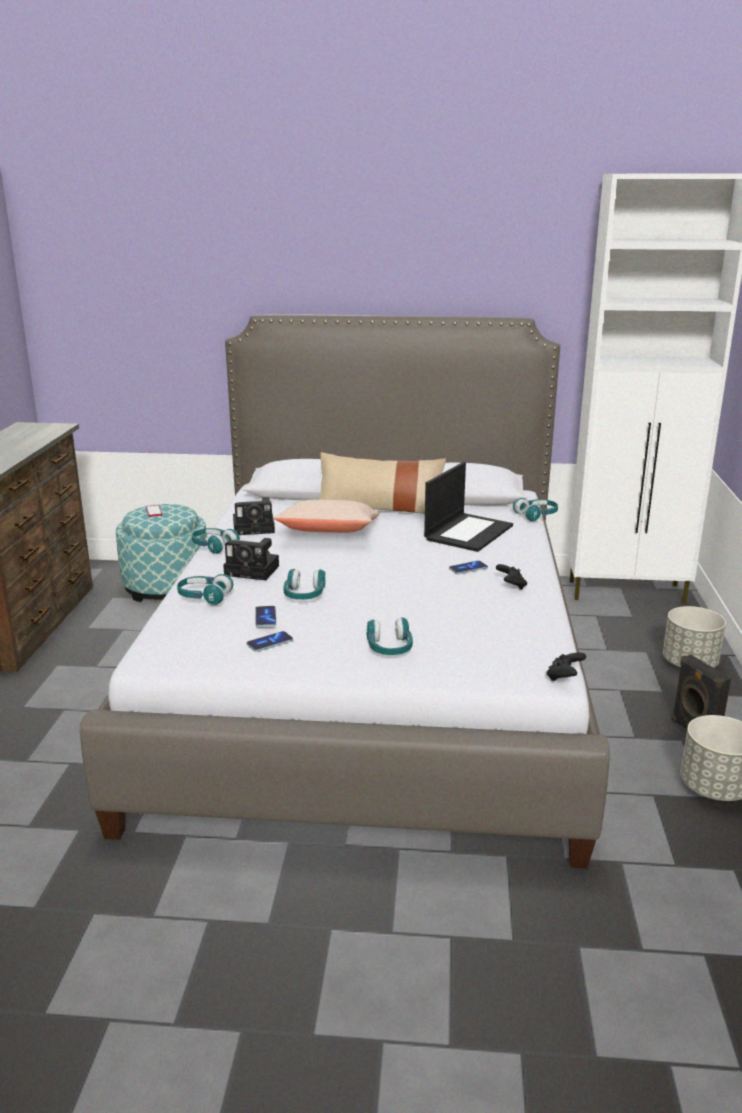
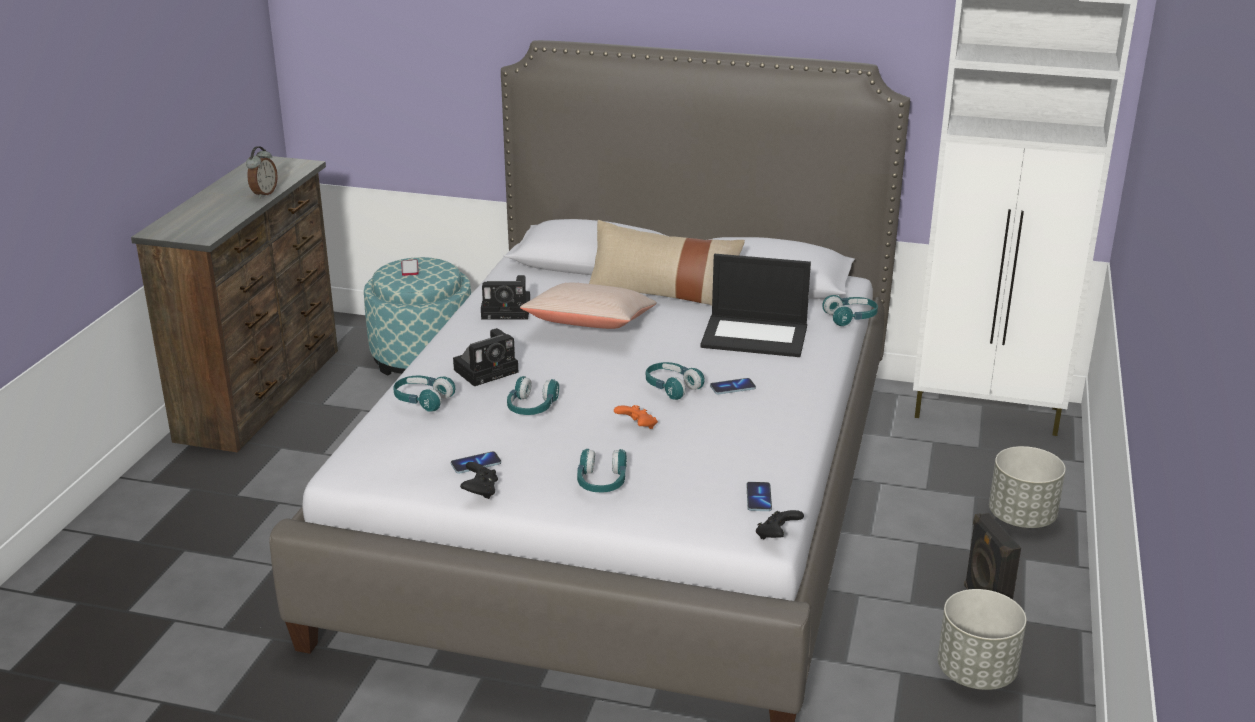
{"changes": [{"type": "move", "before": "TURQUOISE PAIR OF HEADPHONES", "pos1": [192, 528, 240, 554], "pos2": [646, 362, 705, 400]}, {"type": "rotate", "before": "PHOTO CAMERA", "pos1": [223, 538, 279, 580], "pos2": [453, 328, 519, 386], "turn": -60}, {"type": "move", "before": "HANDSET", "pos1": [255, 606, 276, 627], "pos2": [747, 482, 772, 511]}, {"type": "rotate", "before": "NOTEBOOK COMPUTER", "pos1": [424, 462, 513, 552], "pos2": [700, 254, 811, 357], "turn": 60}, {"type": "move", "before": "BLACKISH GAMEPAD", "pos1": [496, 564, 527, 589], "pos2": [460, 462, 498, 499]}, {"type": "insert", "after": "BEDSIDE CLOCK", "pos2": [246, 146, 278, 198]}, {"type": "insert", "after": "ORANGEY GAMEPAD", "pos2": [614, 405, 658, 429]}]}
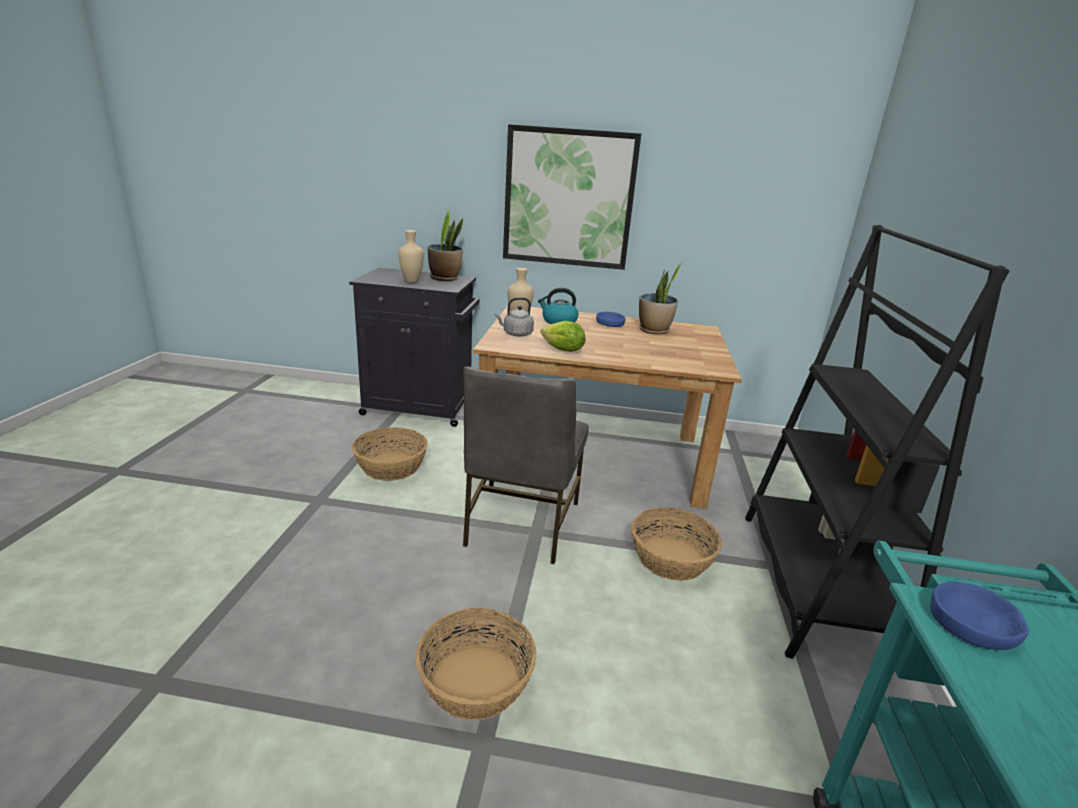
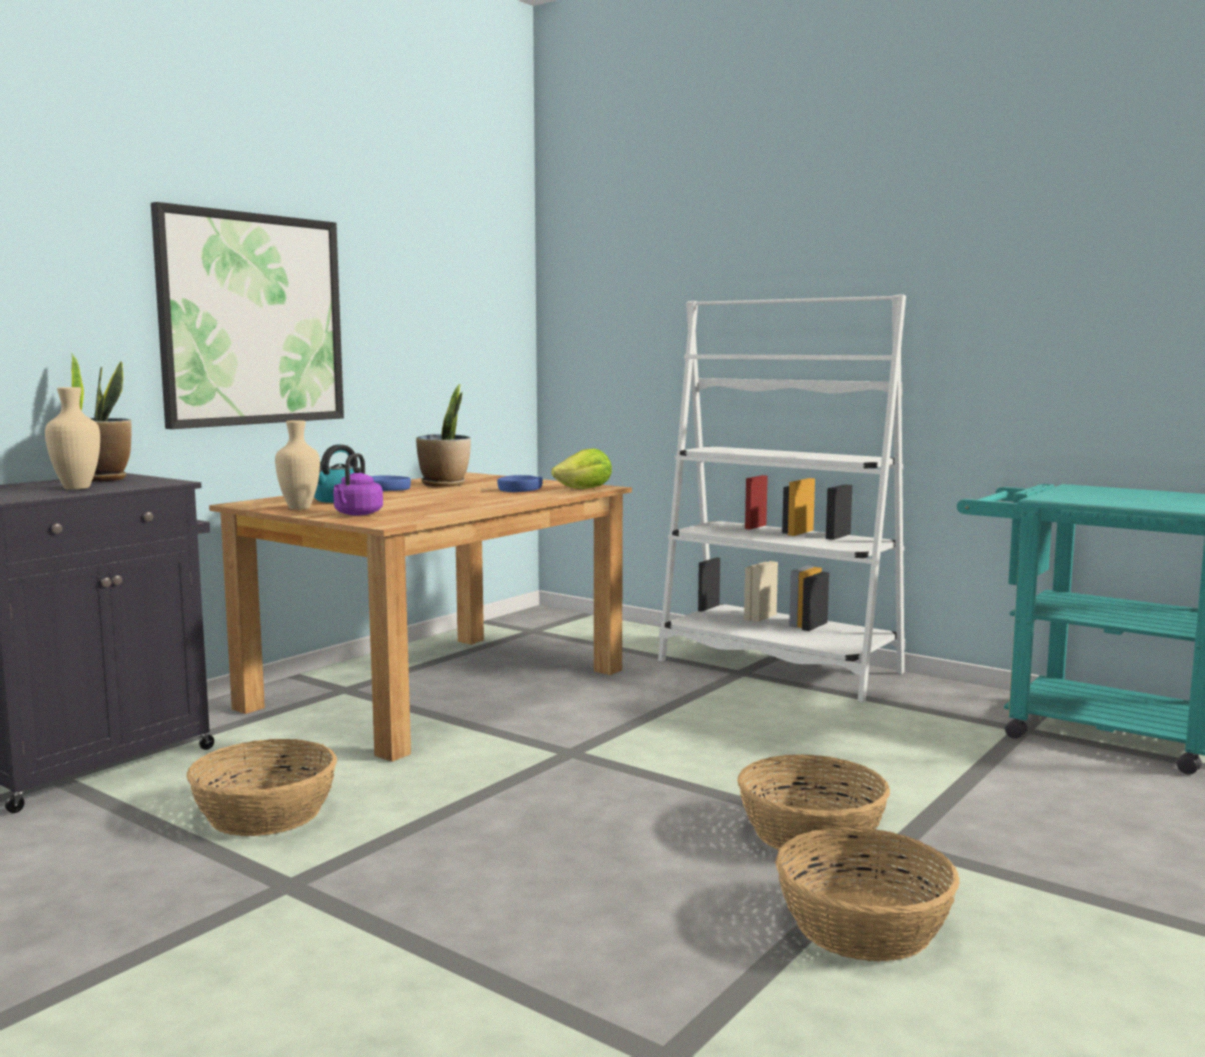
{"changes": [{"type": "delete", "before": "GRAY PLAIN CHAIR", "pos1": [463, 366, 589, 564]}, {"type": "recolor", "before": "GRAY WATER KETTLE", "after": "PURPLE-COLOURED WATER KETTLE", "pos1": [495, 297, 534, 336], "pos2": [333, 453, 383, 515]}, {"type": "move", "before": "LETTUCE", "pos1": [541, 321, 585, 352], "pos2": [551, 448, 612, 489]}, {"type": "move", "before": "STORAGE BASKET", "pos1": [631, 507, 722, 581], "pos2": [775, 827, 960, 961]}, {"type": "recolor", "before": "BLACKISH BOOKSHELF", "after": "WHITE BOOKSHELF", "pos1": [745, 225, 1009, 659], "pos2": [658, 294, 906, 703]}, {"type": "move", "before": "BLUISH DEEP DISH", "pos1": [930, 582, 1029, 650], "pos2": [497, 475, 543, 492]}]}
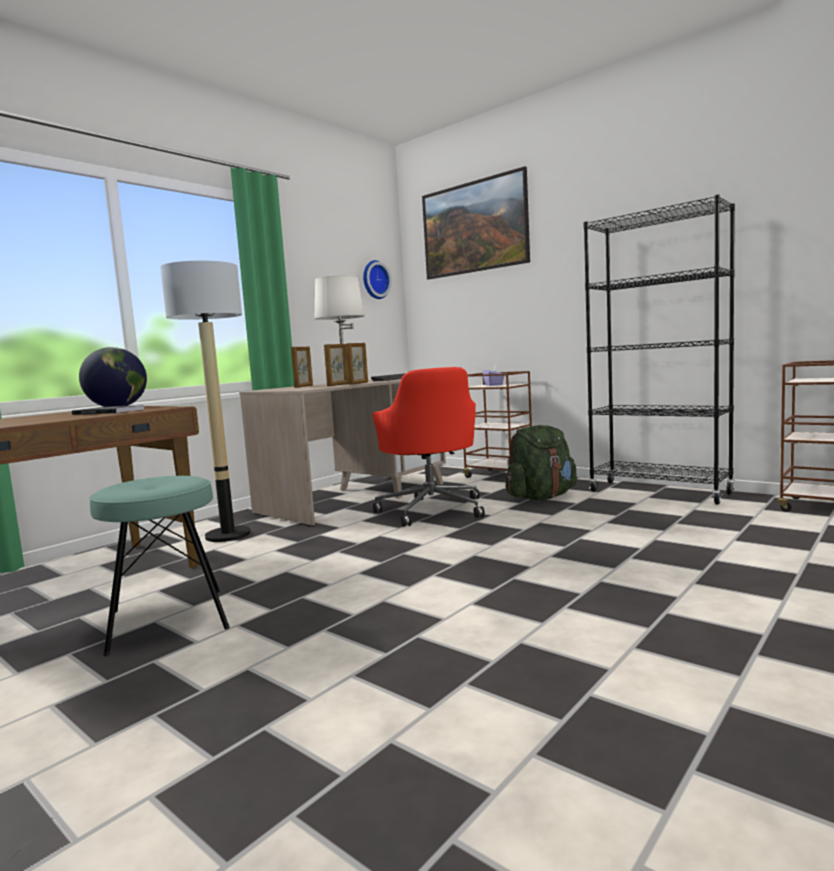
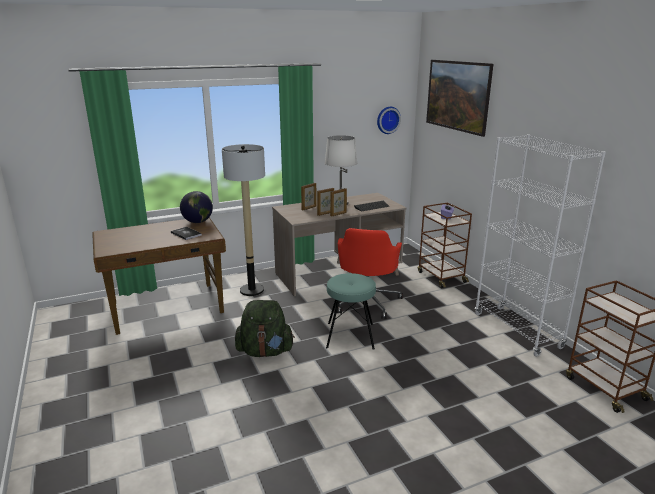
{"changes": [{"type": "move", "before": "TURQUOISE STOOL", "pos1": [89, 476, 230, 656], "pos2": [326, 273, 376, 350]}, {"type": "move", "before": "GREEN BACKPACK", "pos1": [505, 425, 577, 500], "pos2": [235, 300, 295, 357]}, {"type": "recolor", "before": "BLACKISH BOOKSHELF", "after": "WHITE BOOKSHELF", "pos1": [584, 194, 735, 505], "pos2": [475, 134, 606, 357]}]}
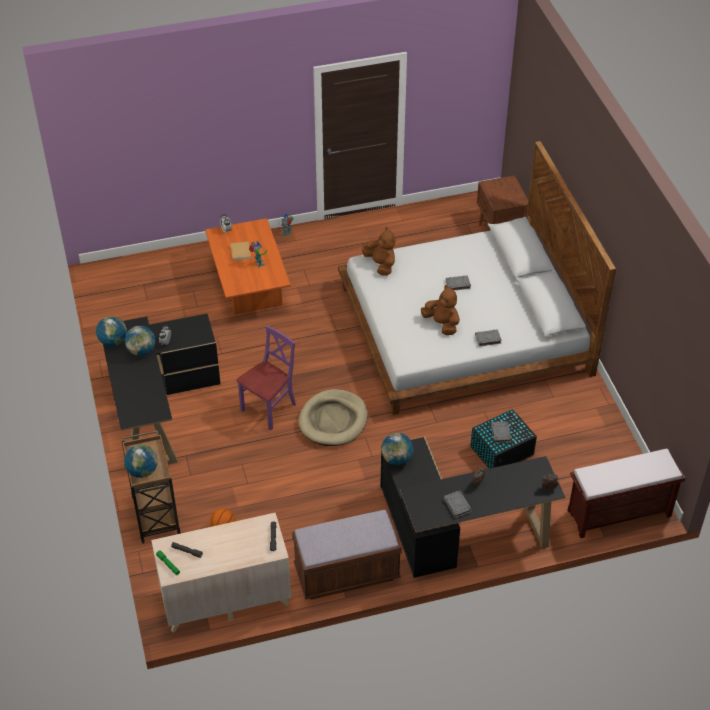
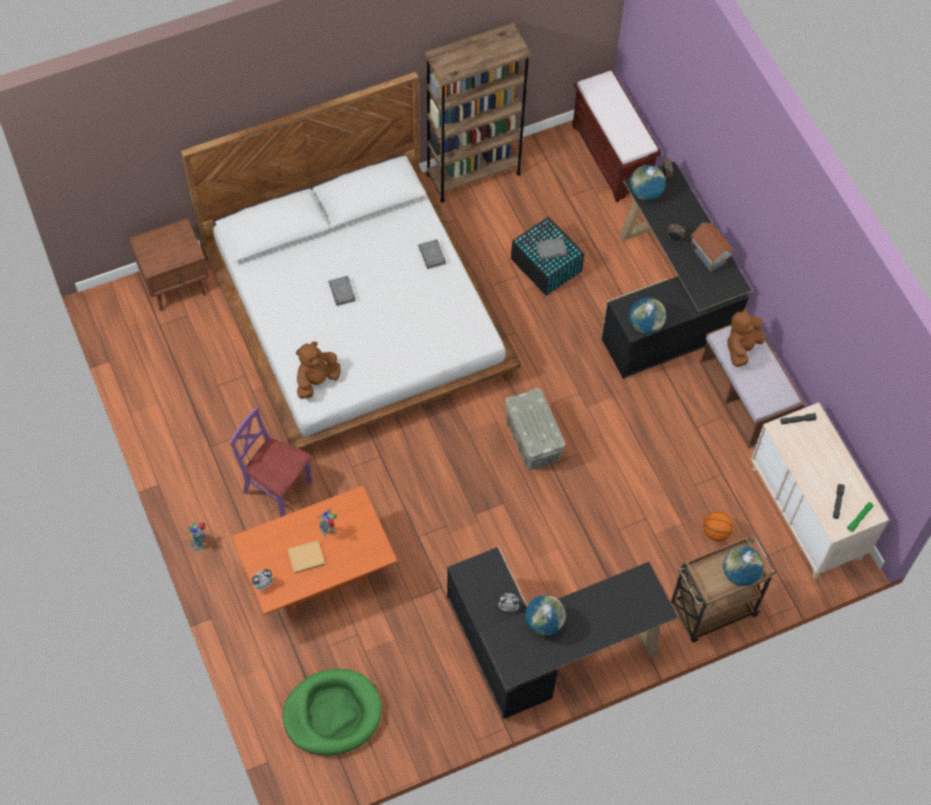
{"changes": [{"type": "move", "before": "GLOBE", "pos1": [96, 316, 127, 346], "pos2": [630, 165, 666, 201]}, {"type": "move", "before": "PURPLE-COLOURED PLAIN CHAIR", "pos1": [236, 326, 296, 431], "pos2": [229, 406, 313, 517]}, {"type": "replace", "before": "BEIGE PET BED", "after": "GRAY STORAGE CONTAINER", "pos1": [299, 389, 367, 446], "pos2": [505, 388, 565, 470]}, {"type": "move", "before": "BROWN-COLOURED PLUSH TOY", "pos1": [421, 285, 460, 335], "pos2": [727, 308, 765, 367]}, {"type": "replace", "before": "GRAY BOOK", "after": "MODEL HOUSE", "pos1": [443, 490, 472, 518], "pos2": [691, 222, 734, 273]}, {"type": "insert", "after": "GREEN PET BED", "pos2": [283, 669, 382, 755]}, {"type": "insert", "after": "BROWN-COLOURED BOOKSHELF", "pos2": [424, 22, 532, 203]}]}
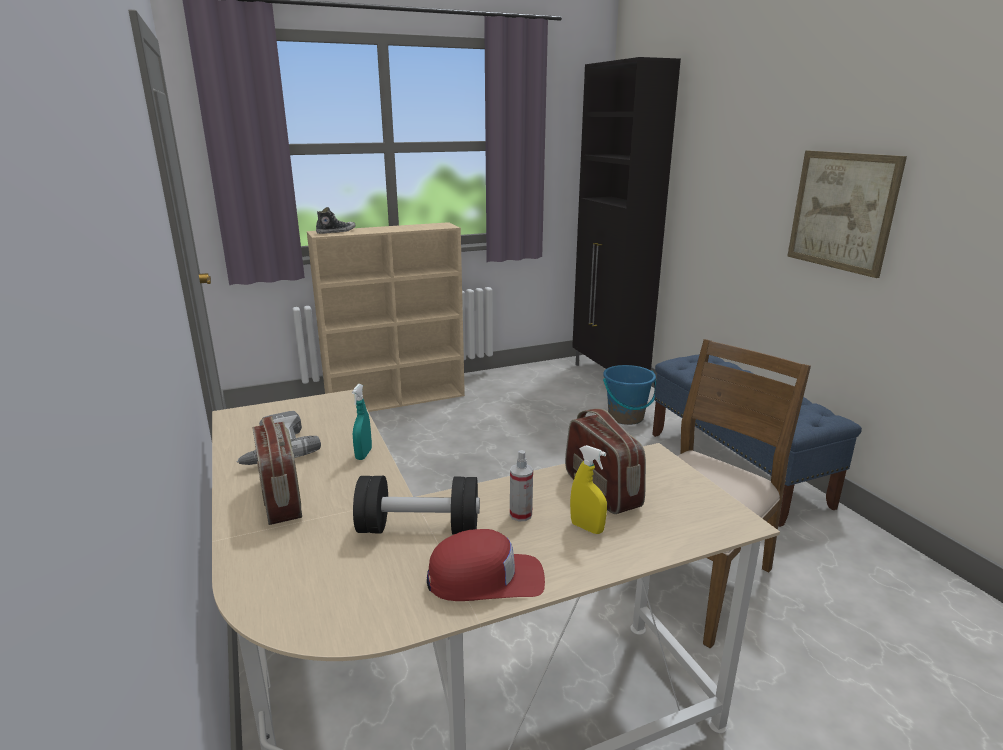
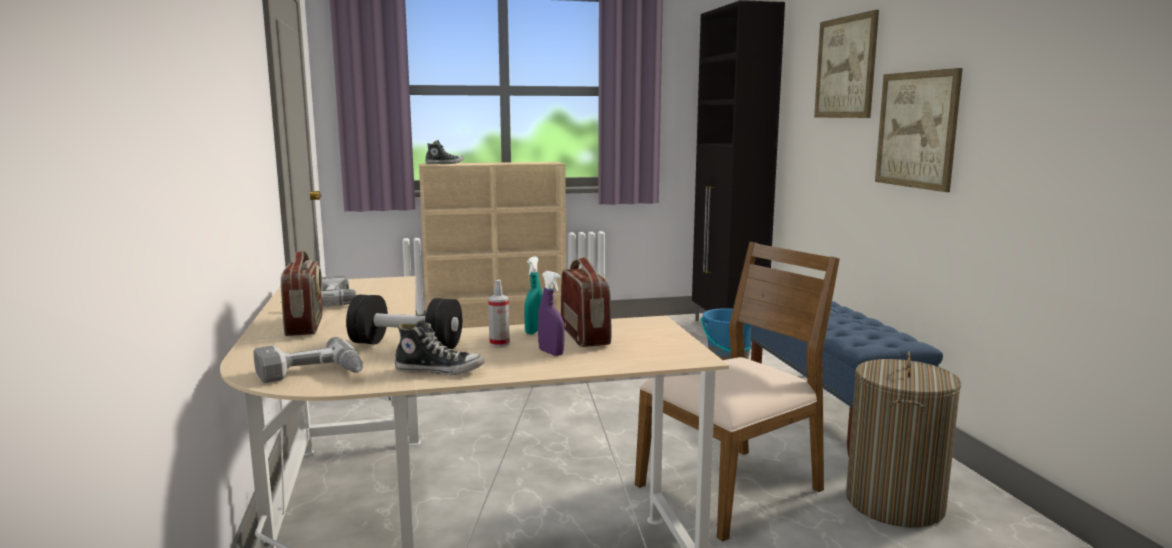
{"changes": [{"type": "move", "before": "TURQUOISE SPRAY BOTTLE", "pos1": [352, 384, 372, 460], "pos2": [524, 256, 542, 334]}, {"type": "replace", "before": "REDDISH PEAKED CAP", "after": "SHOE", "pos1": [427, 529, 545, 601], "pos2": [395, 318, 485, 375]}, {"type": "recolor", "before": "YELLOW-COLOURED SPRAY BOTTLE", "after": "PURPLE-COLOURED SPRAY BOTTLE", "pos1": [570, 445, 607, 534], "pos2": [538, 271, 565, 356]}, {"type": "insert", "after": "POWER DRILL", "pos2": [253, 337, 363, 383]}, {"type": "insert", "after": "WALL ART", "pos2": [814, 10, 879, 118]}, {"type": "insert", "after": "LAUNDRY BASKET", "pos2": [846, 351, 961, 527]}]}
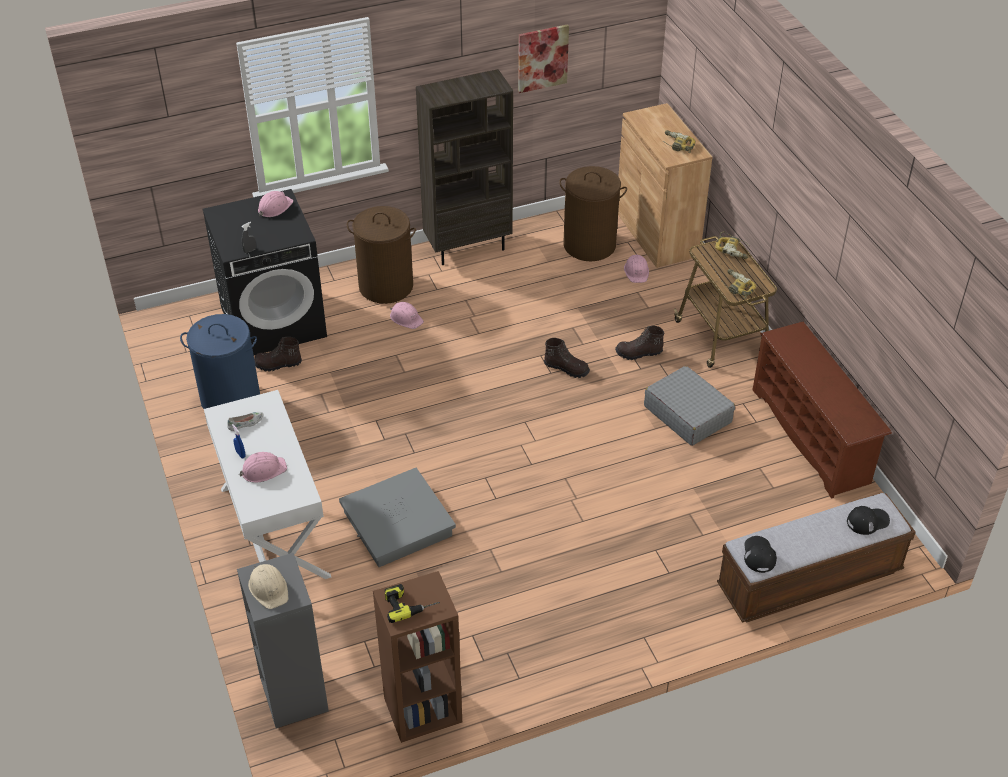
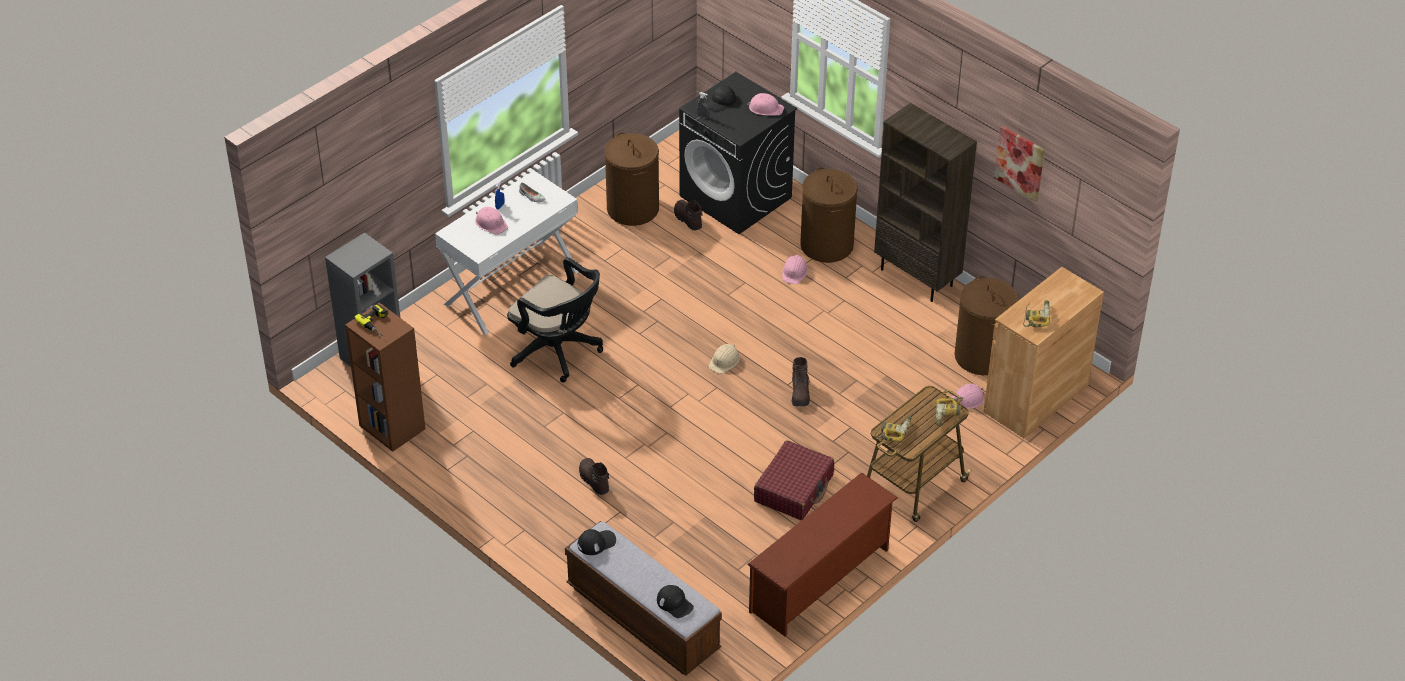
{"changes": [{"type": "recolor", "before": "BLUISH LAUNDRY BASKET", "after": "BROWN-COLOURED LAUNDRY BASKET", "pos1": [180, 314, 260, 409], "pos2": [604, 132, 659, 226]}, {"type": "move", "before": "BEIGE SAFETY HELMET", "pos1": [248, 564, 288, 609], "pos2": [709, 344, 740, 374]}, {"type": "replace", "before": "GRAY STORAGE CONTAINER", "after": "BLACKISH DESK CHAIR", "pos1": [339, 468, 456, 567], "pos2": [507, 257, 603, 382]}, {"type": "move", "before": "BROWN-COLOURED BOOT", "pos1": [615, 326, 664, 360], "pos2": [579, 458, 609, 495]}, {"type": "recolor", "before": "GRAY SUITCASE", "after": "REDDISH SUITCASE", "pos1": [644, 366, 735, 446], "pos2": [754, 440, 834, 520]}, {"type": "insert", "after": "BLACKISH PEAKED CAP", "pos2": [707, 86, 736, 112]}]}
